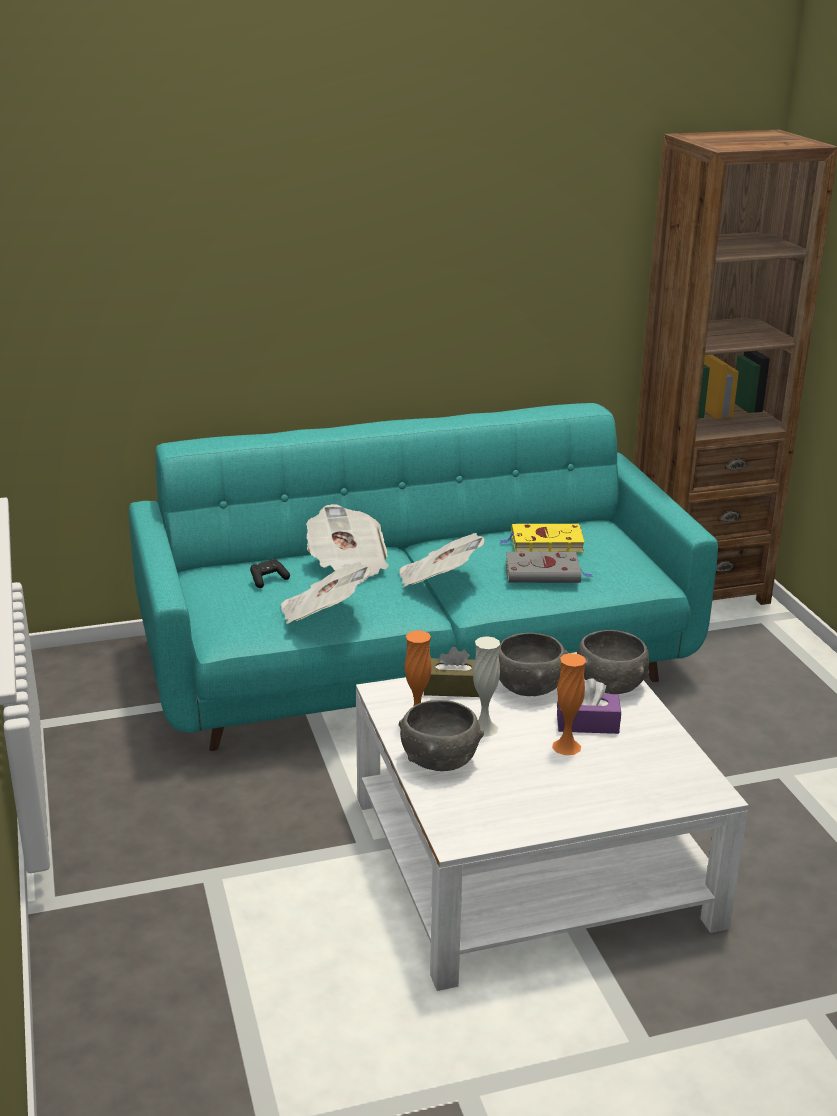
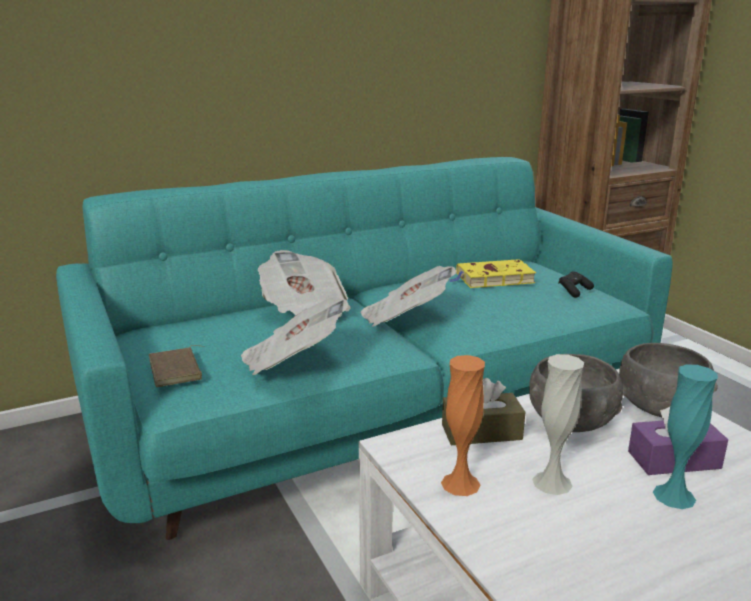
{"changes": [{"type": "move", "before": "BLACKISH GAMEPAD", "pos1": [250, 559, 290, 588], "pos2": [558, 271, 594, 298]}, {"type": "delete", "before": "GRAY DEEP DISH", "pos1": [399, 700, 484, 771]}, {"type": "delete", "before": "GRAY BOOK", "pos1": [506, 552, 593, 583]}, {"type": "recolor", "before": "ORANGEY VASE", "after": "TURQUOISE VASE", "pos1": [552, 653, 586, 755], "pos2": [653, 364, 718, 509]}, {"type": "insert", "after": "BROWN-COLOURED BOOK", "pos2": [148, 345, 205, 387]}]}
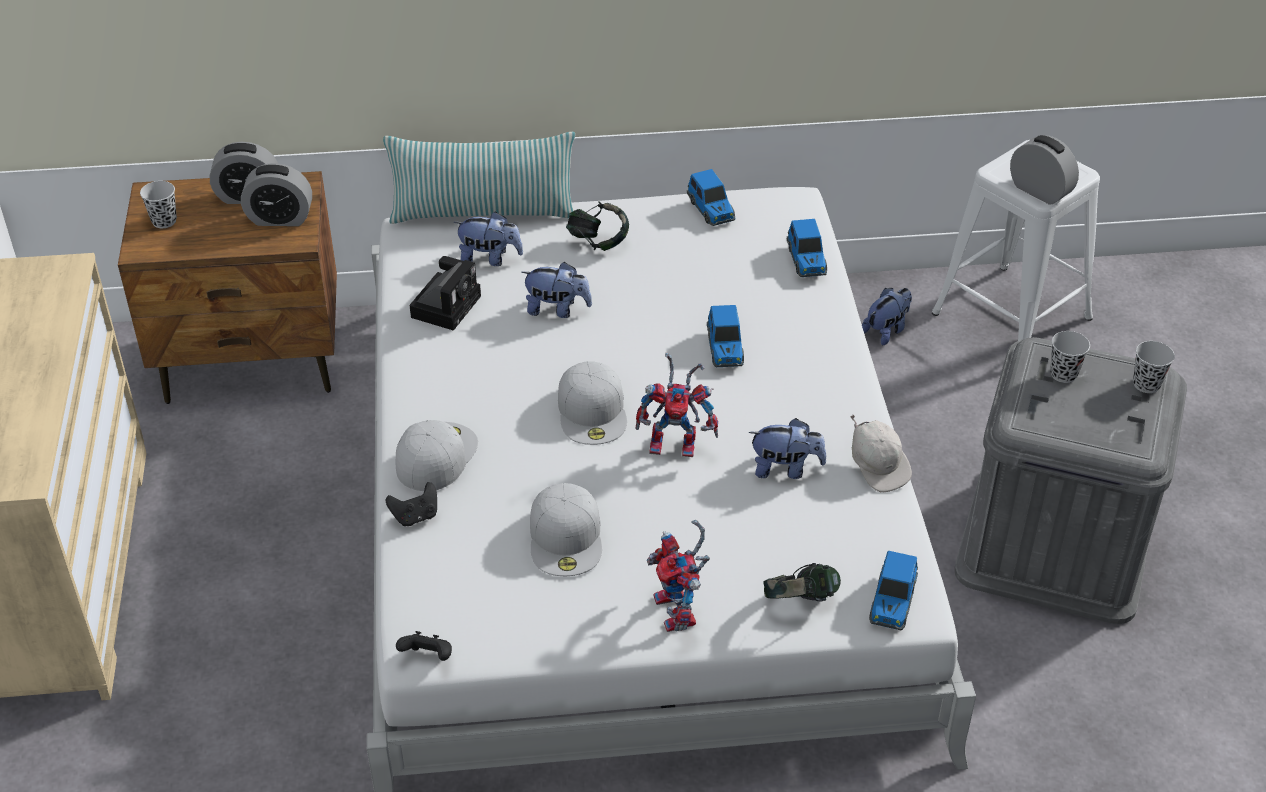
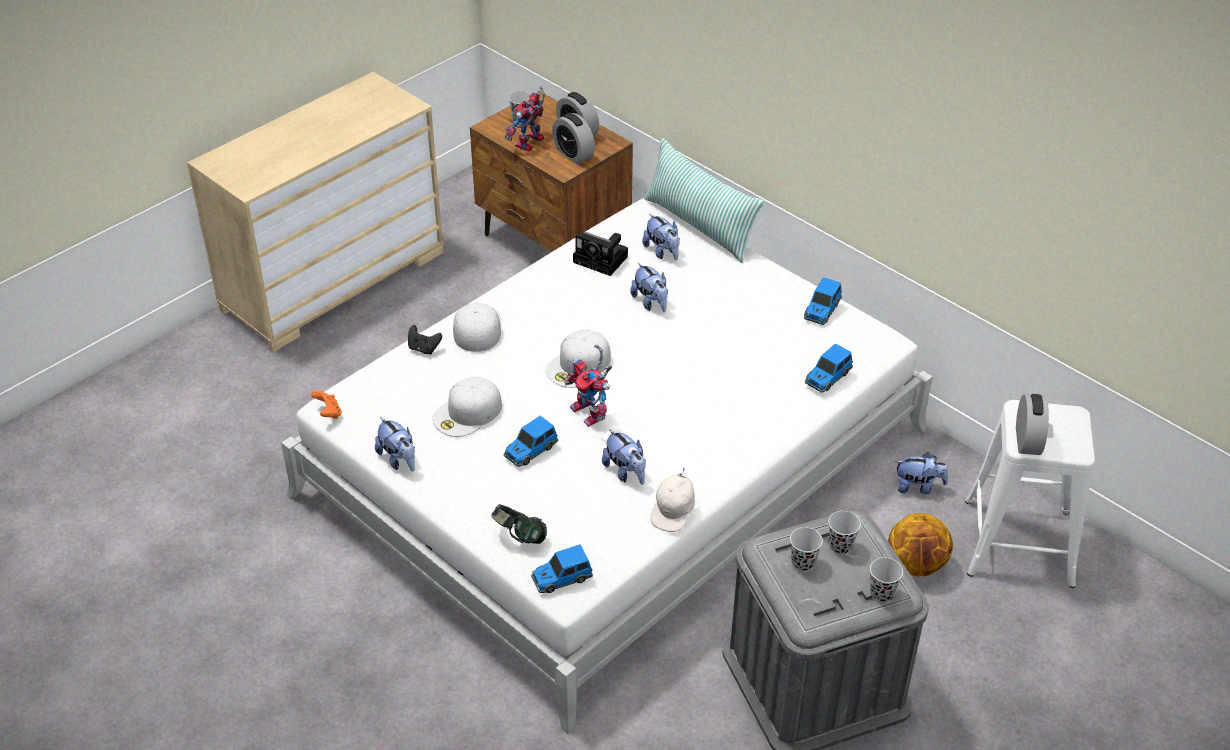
{"changes": [{"type": "rotate", "before": "WHITE PEAKED CAP", "pos1": [396, 420, 478, 491], "pos2": [453, 303, 501, 352], "turn": -75}, {"type": "recolor", "before": "BLACKISH GAMEPAD", "after": "ORANGEY GAMEPAD", "pos1": [396, 631, 452, 661], "pos2": [311, 390, 342, 419]}, {"type": "rotate", "before": "PHOTO CAMERA", "pos1": [410, 256, 481, 331], "pos2": [573, 232, 628, 276], "turn": 45}, {"type": "delete", "before": "PAIR OF HEADPHONES", "pos1": [566, 202, 629, 251]}, {"type": "move", "before": "ROBOT FIGURE", "pos1": [647, 520, 710, 632], "pos2": [505, 86, 545, 151]}, {"type": "move", "before": "MODEL CAR", "pos1": [707, 305, 744, 367], "pos2": [504, 416, 558, 467]}, {"type": "insert", "after": "PLUSH TOY", "pos2": [375, 417, 415, 471]}, {"type": "insert", "after": "BLACKISH CUP", "pos2": [790, 527, 823, 572]}, {"type": "insert", "after": "BASKETBALL", "pos2": [888, 513, 953, 577]}]}
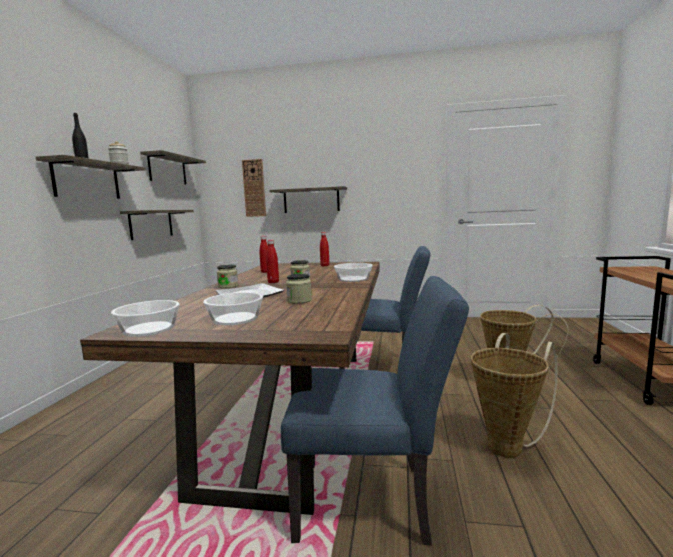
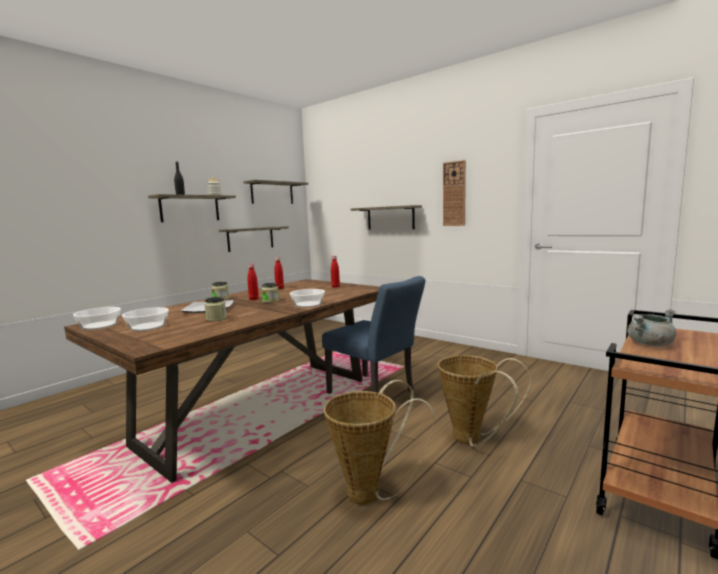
{"changes": [{"type": "move", "before": "WALL CLOCK", "pos1": [242, 159, 266, 217], "pos2": [443, 160, 466, 226]}, {"type": "delete", "before": "BLUISH PLAIN CHAIR", "pos1": [281, 276, 469, 545]}, {"type": "insert", "after": "GRAY SAUCEPOT", "pos2": [627, 309, 677, 346]}]}
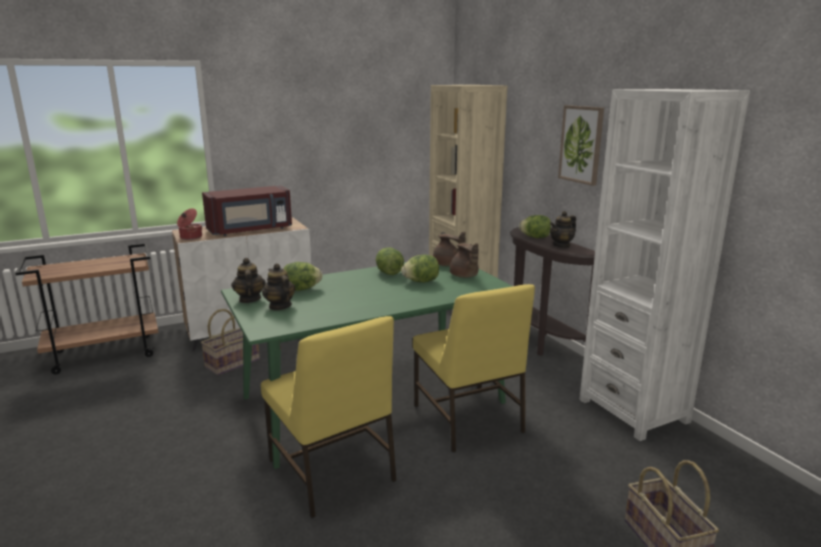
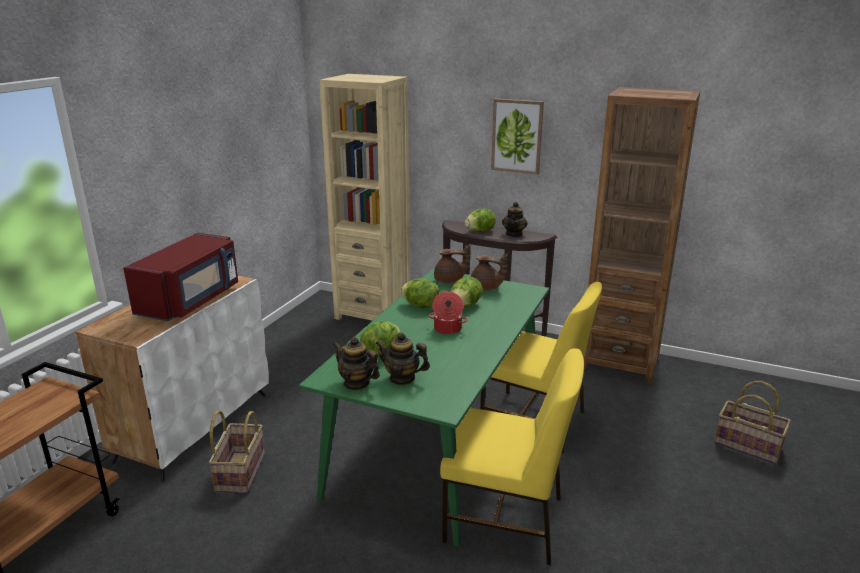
{"changes": [{"type": "move", "before": "SAUCEPOT", "pos1": [177, 208, 202, 240], "pos2": [429, 291, 467, 335]}, {"type": "recolor", "before": "WHITE BOOKSHELF", "after": "BROWN-COLOURED BOOKSHELF", "pos1": [579, 89, 750, 441], "pos2": [584, 87, 700, 383]}]}
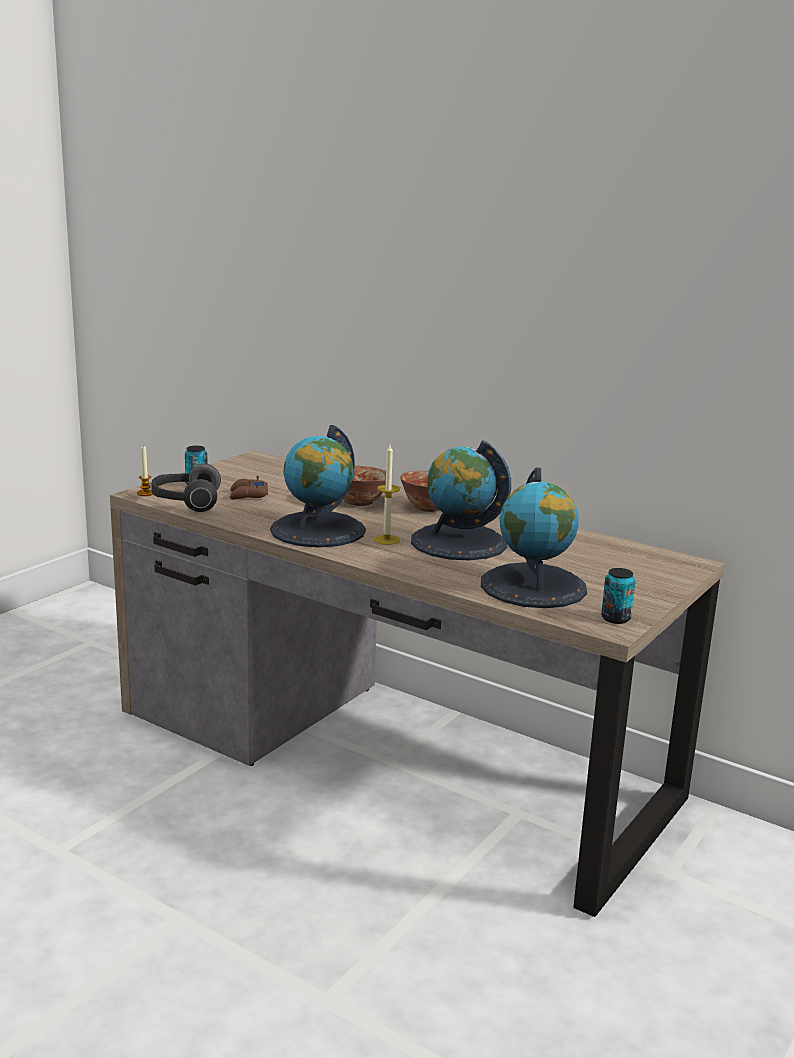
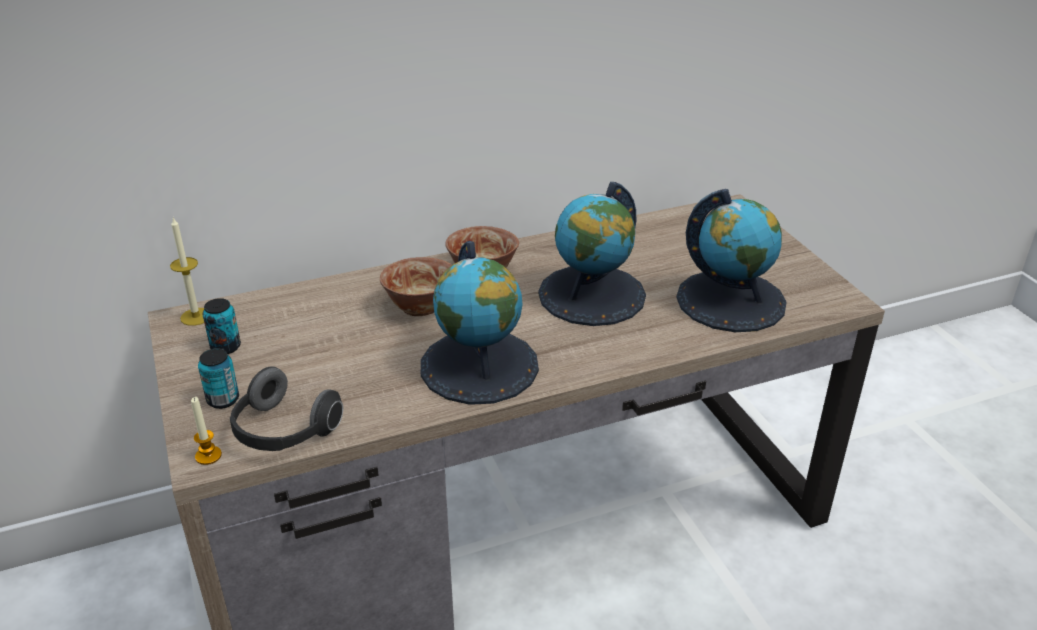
{"changes": [{"type": "delete", "before": "BROWN-COLOURED GAMEPAD", "pos1": [230, 476, 268, 500]}, {"type": "move", "before": "CANDLE", "pos1": [373, 445, 400, 545], "pos2": [170, 218, 204, 326]}, {"type": "move", "before": "SEALED CAN", "pos1": [601, 568, 635, 624], "pos2": [203, 298, 241, 354]}]}
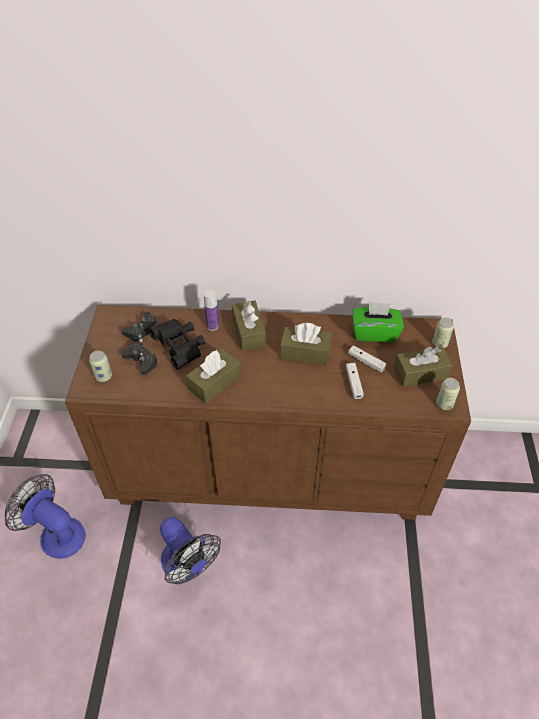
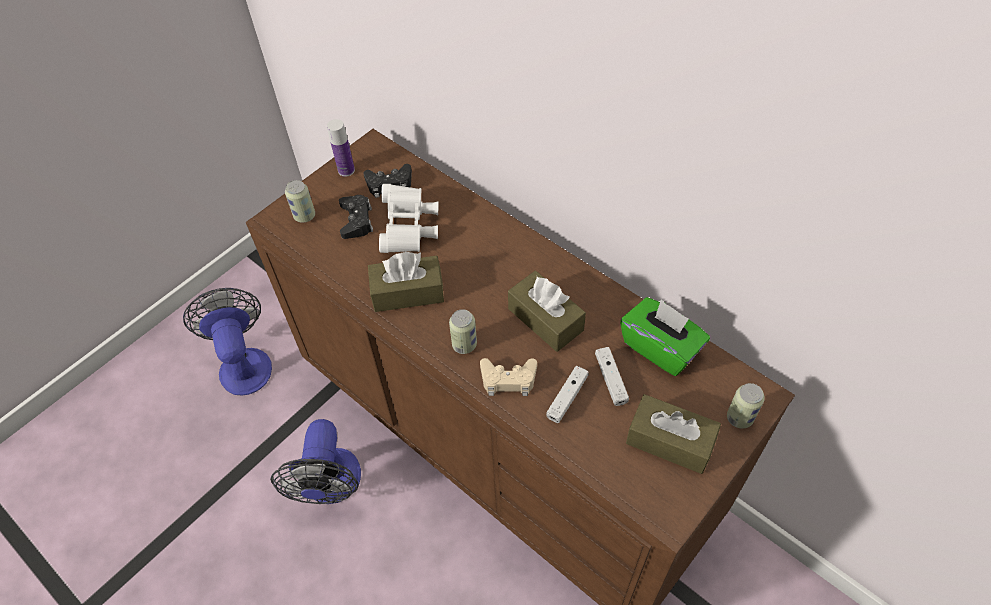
{"changes": [{"type": "recolor", "before": "BLACKISH BINOCULARS", "after": "WHITE BINOCULARS", "pos1": [148, 319, 205, 369], "pos2": [379, 184, 439, 253]}, {"type": "move", "before": "BOTTLE", "pos1": [204, 289, 219, 331], "pos2": [327, 119, 355, 177]}, {"type": "delete", "before": "BROWN-COLOURED TISSUE BOX", "pos1": [232, 300, 266, 351]}, {"type": "move", "before": "SEALED CAN", "pos1": [436, 378, 460, 410], "pos2": [449, 309, 477, 354]}, {"type": "insert", "after": "BEIGE GAMEPAD", "pos2": [480, 358, 537, 396]}]}
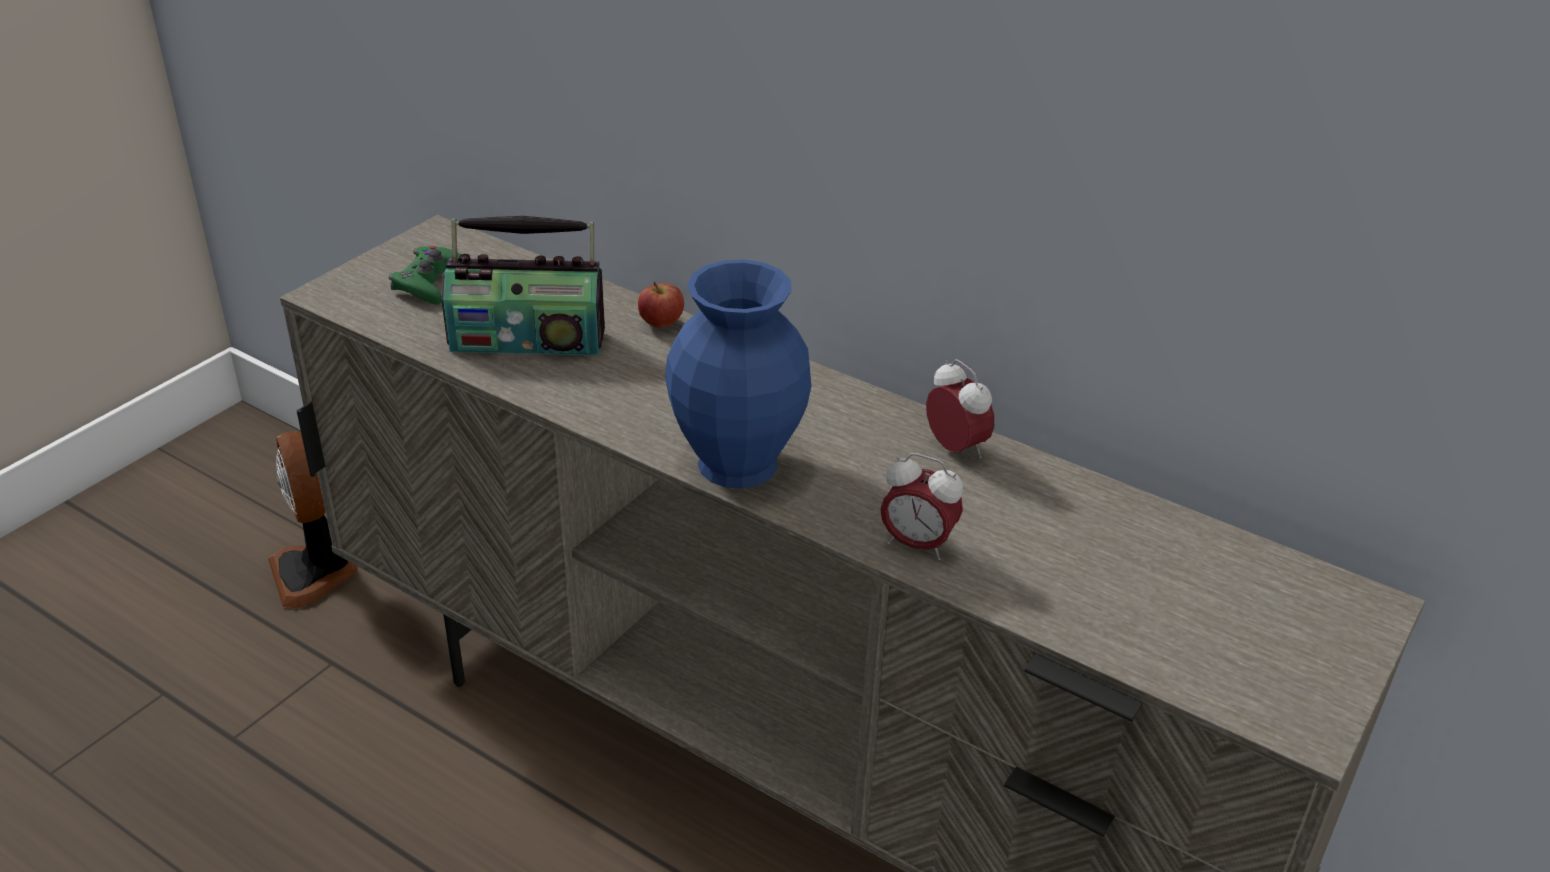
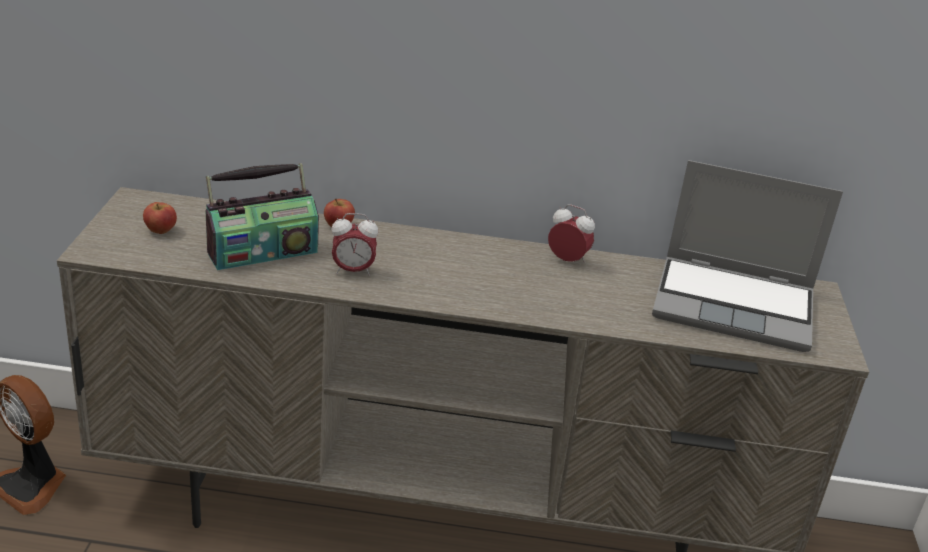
{"changes": [{"type": "replace", "before": "GREEN GAMEPAD", "after": "WHOLE APPLE", "pos1": [389, 246, 461, 305], "pos2": [143, 202, 177, 234]}, {"type": "delete", "before": "BLUISH VASE", "pos1": [665, 259, 811, 489]}, {"type": "move", "before": "BEDSIDE CLOCK", "pos1": [880, 453, 963, 560], "pos2": [331, 213, 378, 276]}, {"type": "insert", "after": "NOTEBOOK COMPUTER", "pos2": [652, 160, 843, 352]}]}
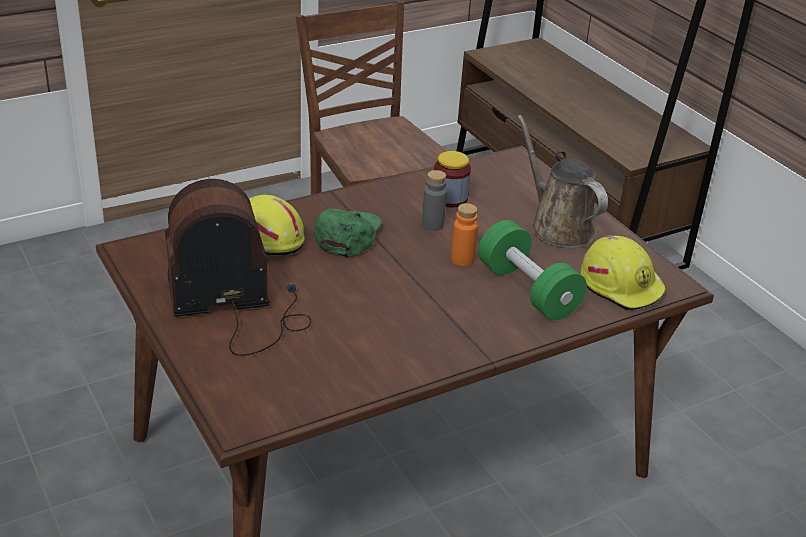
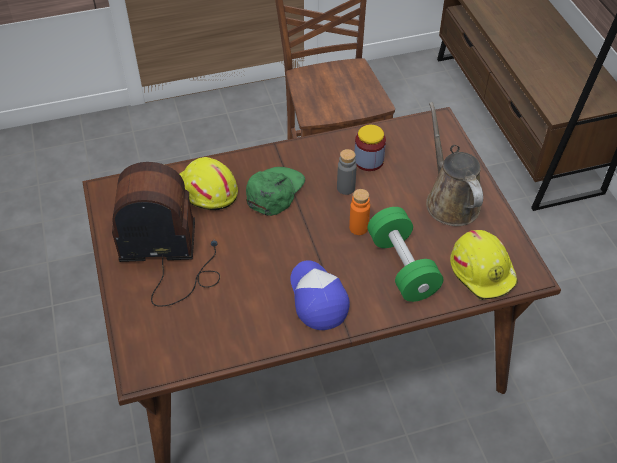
{"changes": [{"type": "insert", "after": "PEAKED CAP", "pos2": [290, 260, 350, 330]}]}
